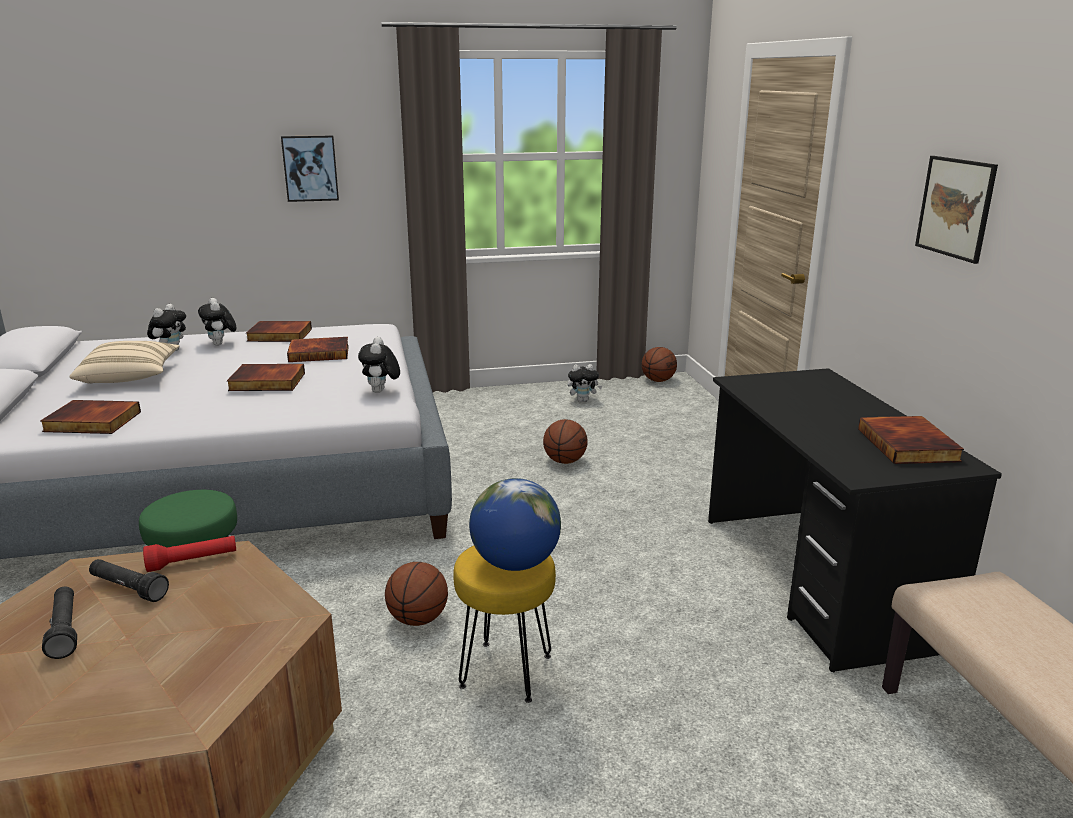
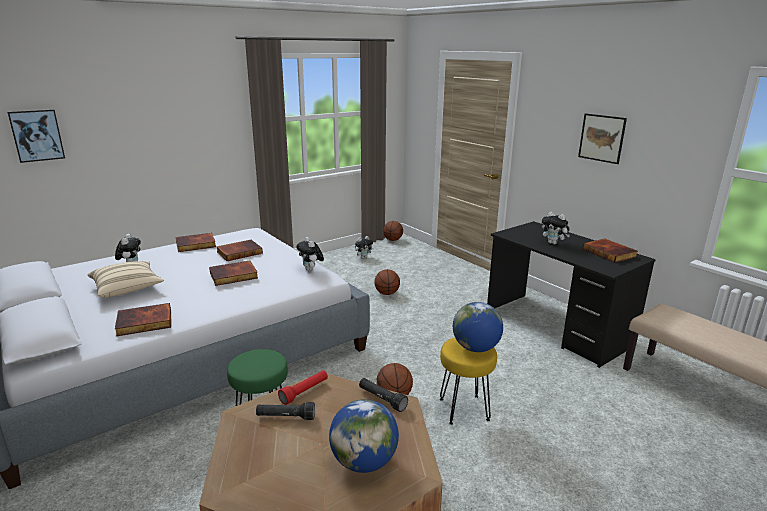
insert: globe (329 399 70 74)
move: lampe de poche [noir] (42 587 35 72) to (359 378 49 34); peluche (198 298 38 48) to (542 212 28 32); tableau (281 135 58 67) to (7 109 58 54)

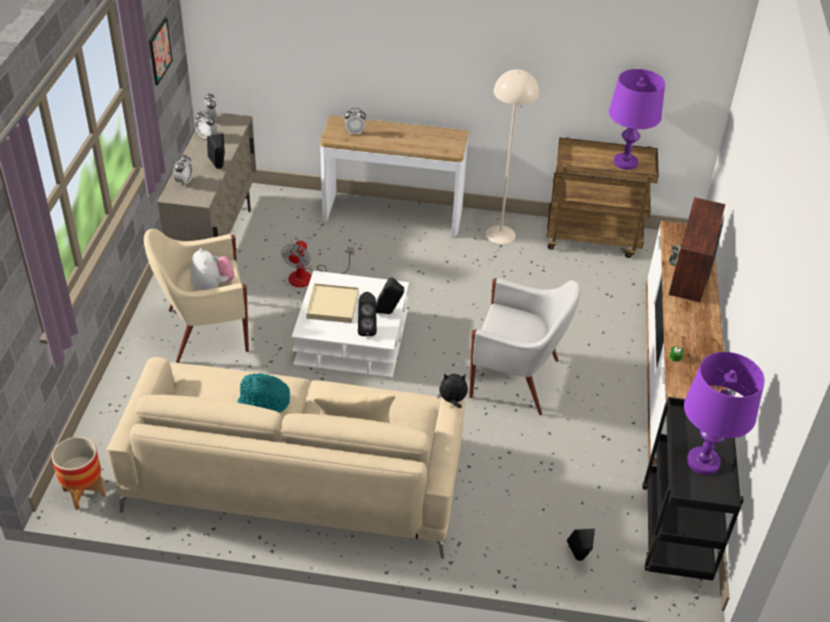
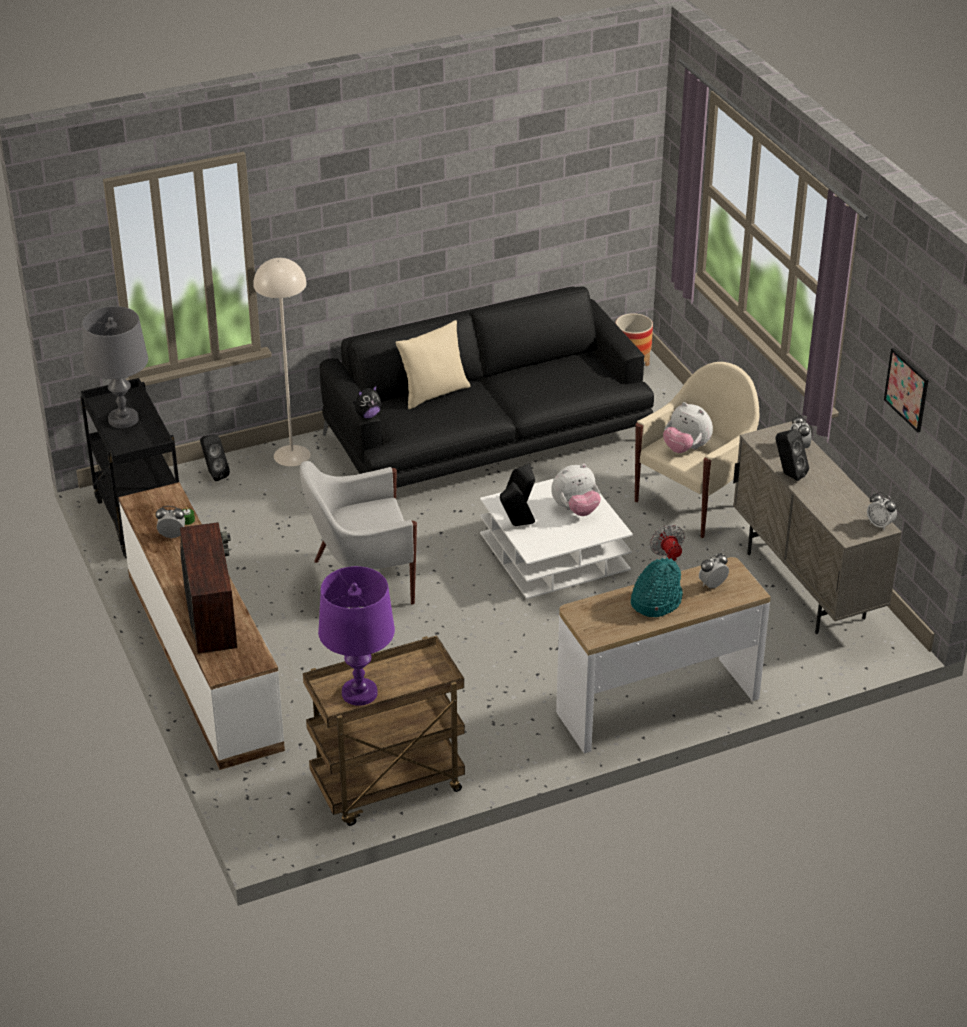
move: réveil (195 111 22 27) to (156 506 29 33); chapeau [turquoise] (237 373 53 40) to (631 558 52 59); lampadaire [beige] (485 69 54 175) to (253 258 58 208)
replace: plateau [beige] (306 283 53 40) to peluche (551 464 50 52)
recolor: canapé [beige] (107 357 358 202) to canapé [noir] (319 286 335 202); lampe de table [violet] (684 352 81 123) to lampe de table [gris] (82 306 66 122)

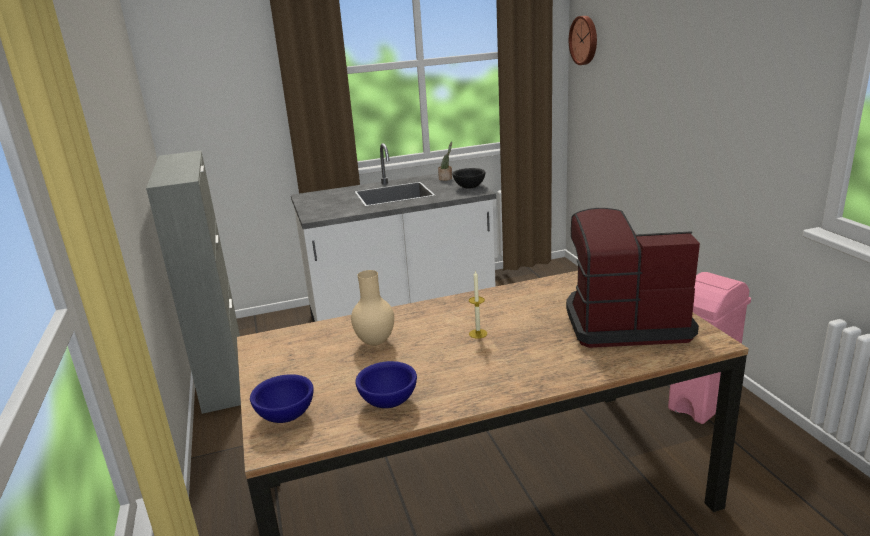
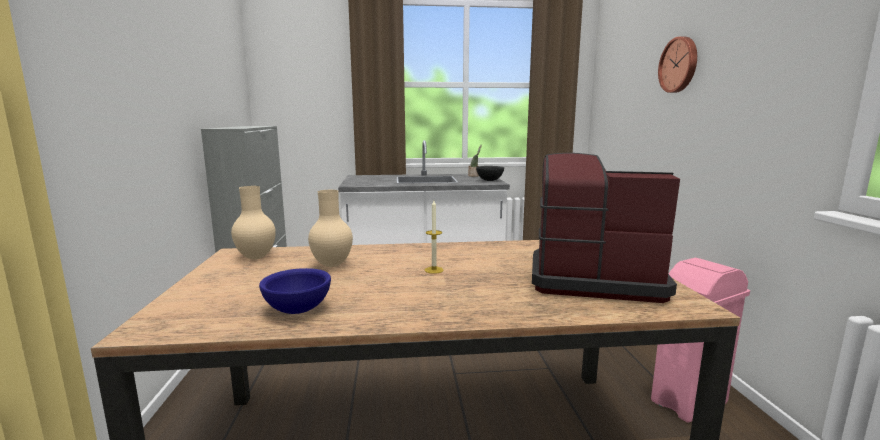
delete: bol [bleu] (250 374 63 49)
insert: vase [beige] (231 186 45 73)
move: horloge murale (569 16 28 49) to (658 37 39 56)

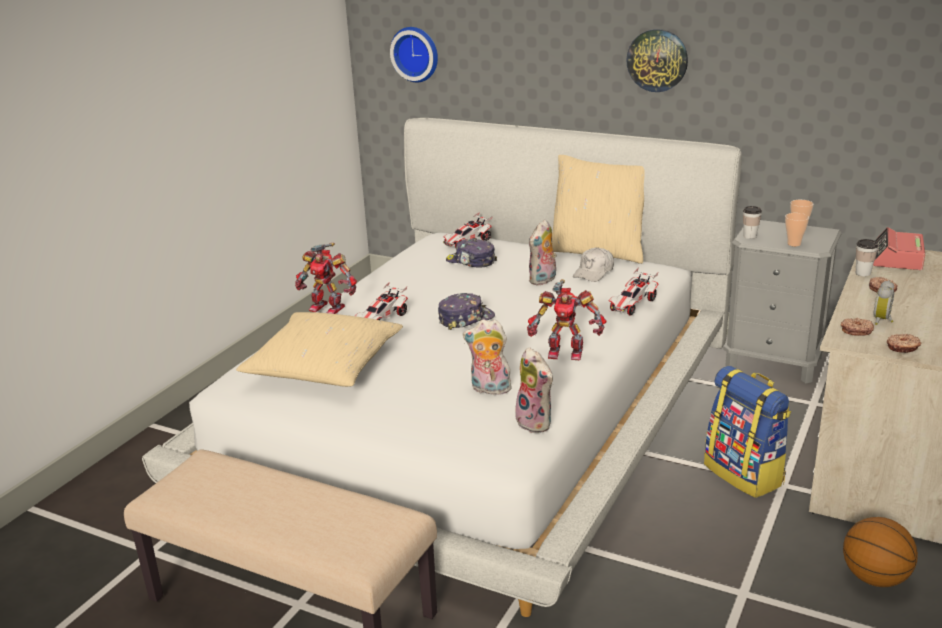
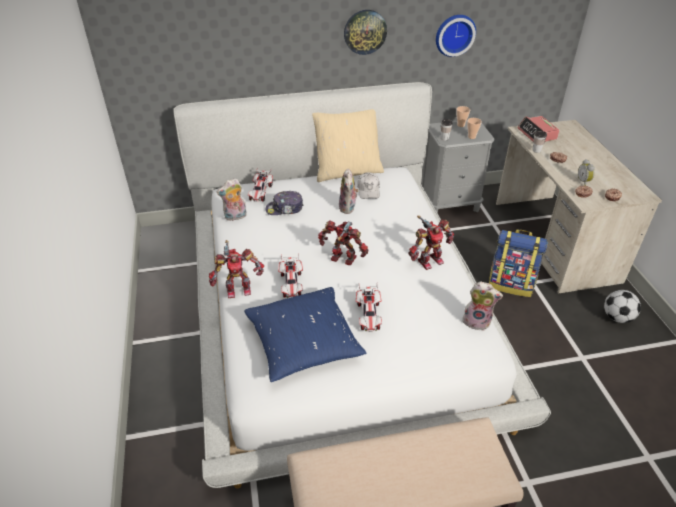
move: horloge murale (390 27 48 55) to (436 15 40 42); peluche (463 319 49 76) to (217 178 30 43); petite voiture (609 267 50 48) to (356 285 26 47)
replace: casquette (438 293 57 37) to robot jouet (318 220 50 45); ballon de basket (843 517 75 70) to ballon de foot (604 290 37 33)
recolor: coussin [beige] (236 312 167 75) to coussin [bleu] (244 287 123 95)

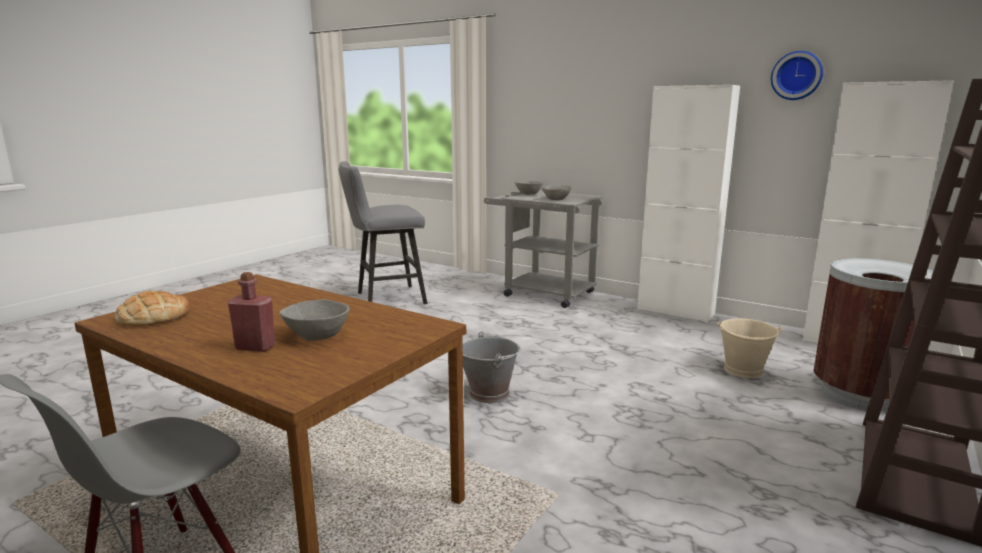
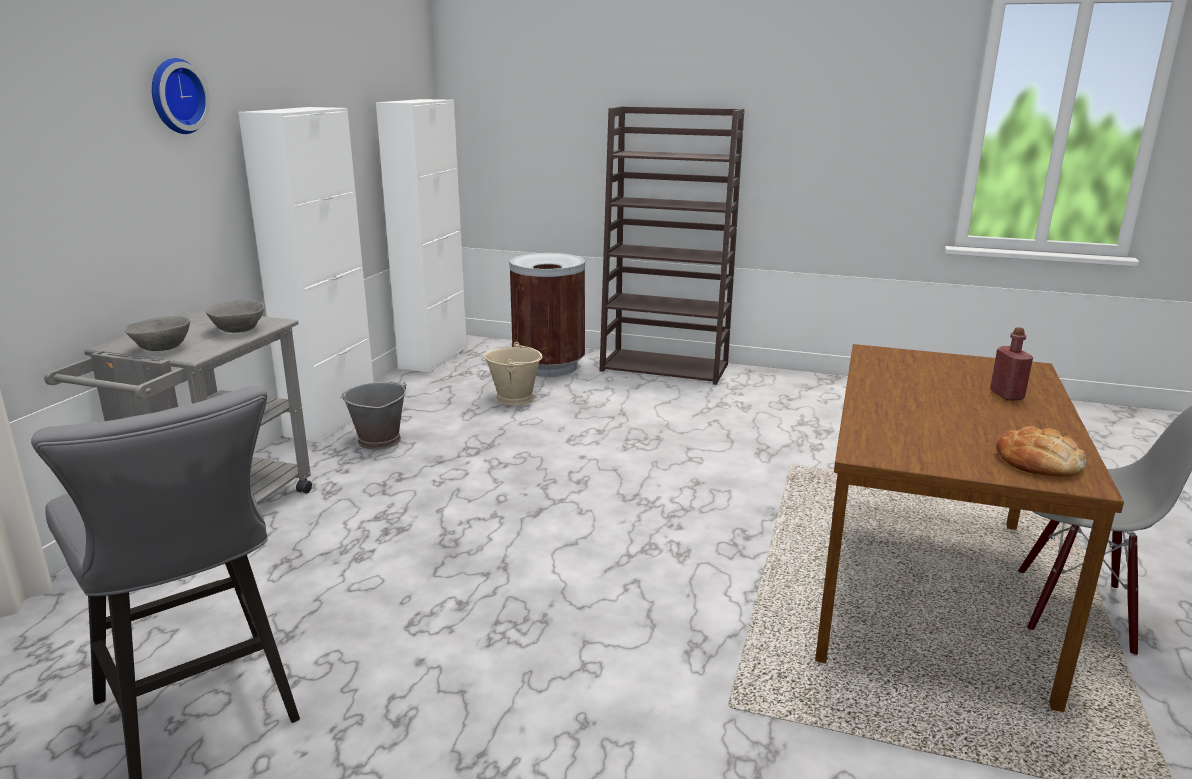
delete: bol [gris] (280 300 69 41)
move: seau [gris] (463 331 58 72) to (340 382 67 68); horloge murale (771 51 52 49) to (152 58 58 76)

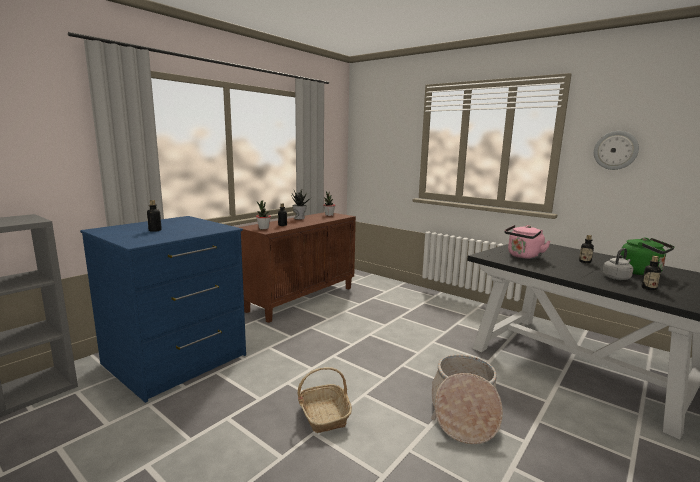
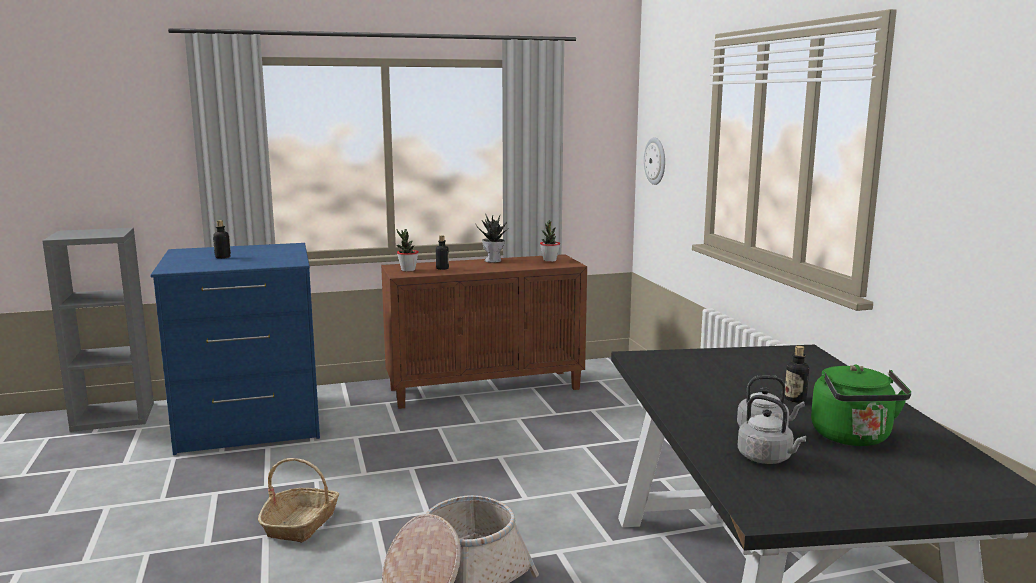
delete: bouilloire [rose] (504 225 47 34)
move: horloge murale (594 131 45 39) to (644 137 21 48)
replace: bouteille (641 256 20 34) to bouilloire [gris] (738 395 69 69)

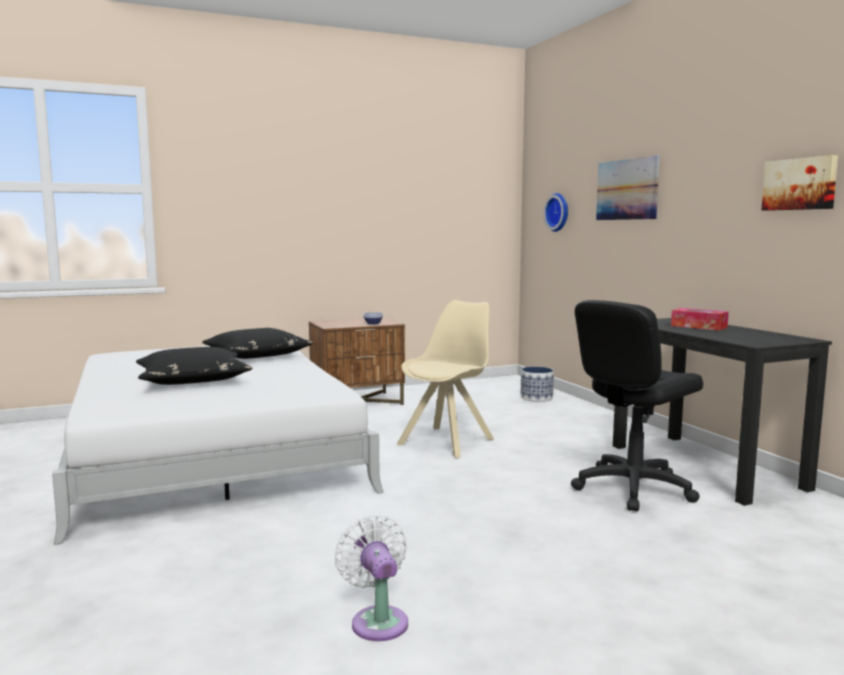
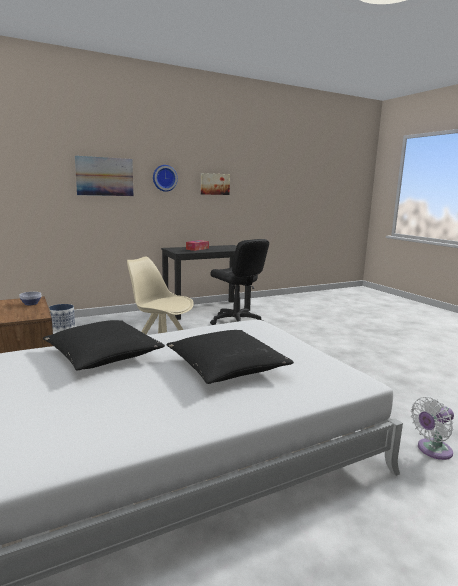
move: ventilateur [blanc] (335 515 73 126) to (411 397 43 63); horloge murale (544 193 24 39) to (153 165 25 27)

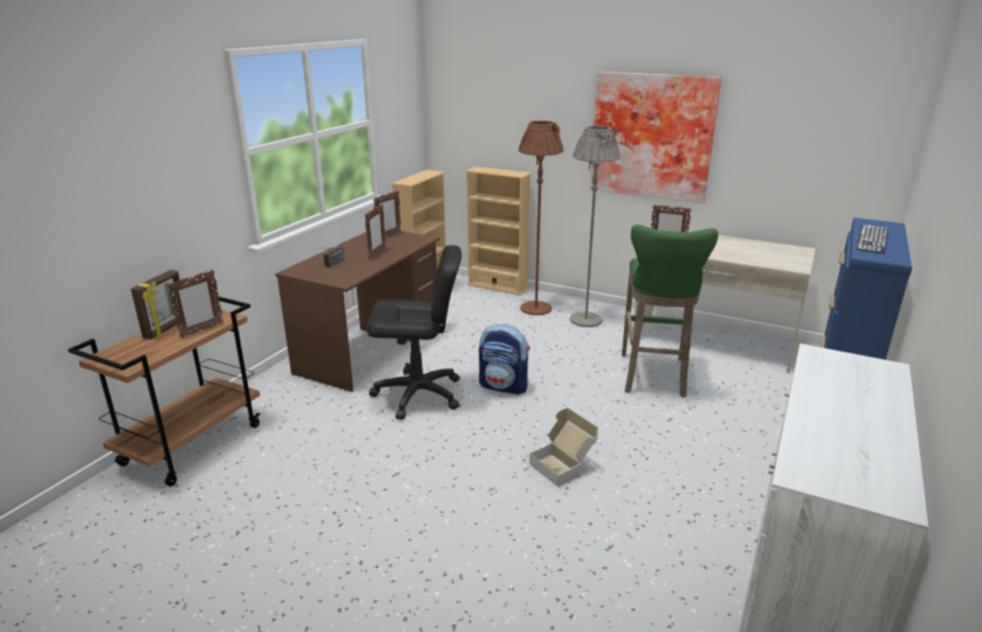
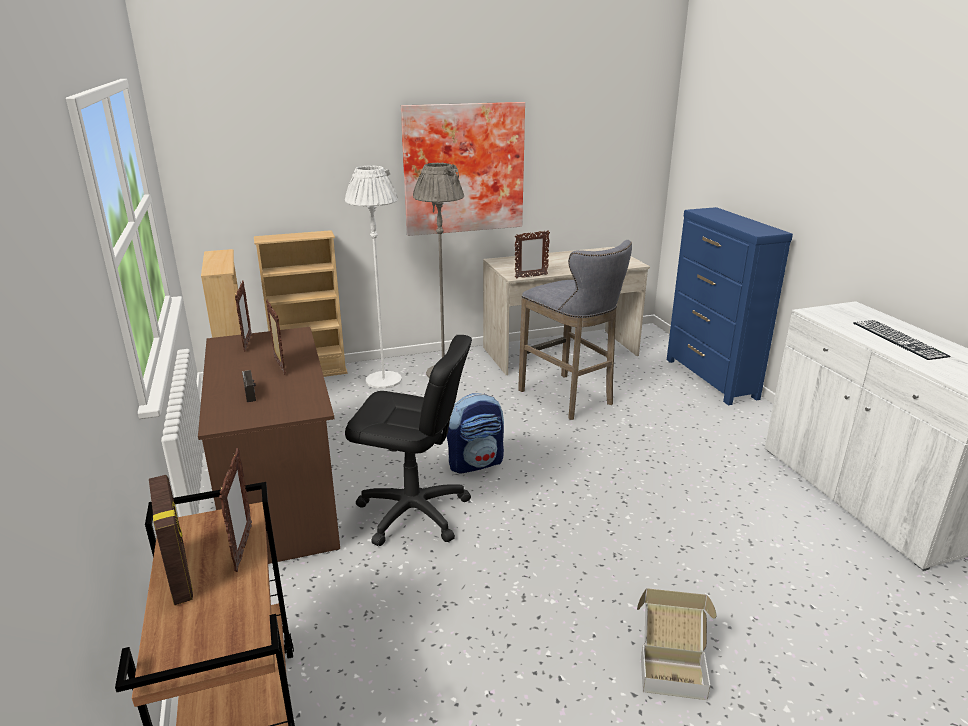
move: carton (530 408 68 79) to (637 588 80 112); clavier (856 225 32 29) to (853 320 98 40)
recolor: lampadaire [marron] (518 121 46 194) to lampadaire [blanc] (345 166 57 223); tabouret [vert] (622 225 96 173) to tabouret [gris] (518 240 114 180)
rotate: chaise de bureau [noir] (367 245 95 175) = (345 335 127 211) 60 degrees clockwise

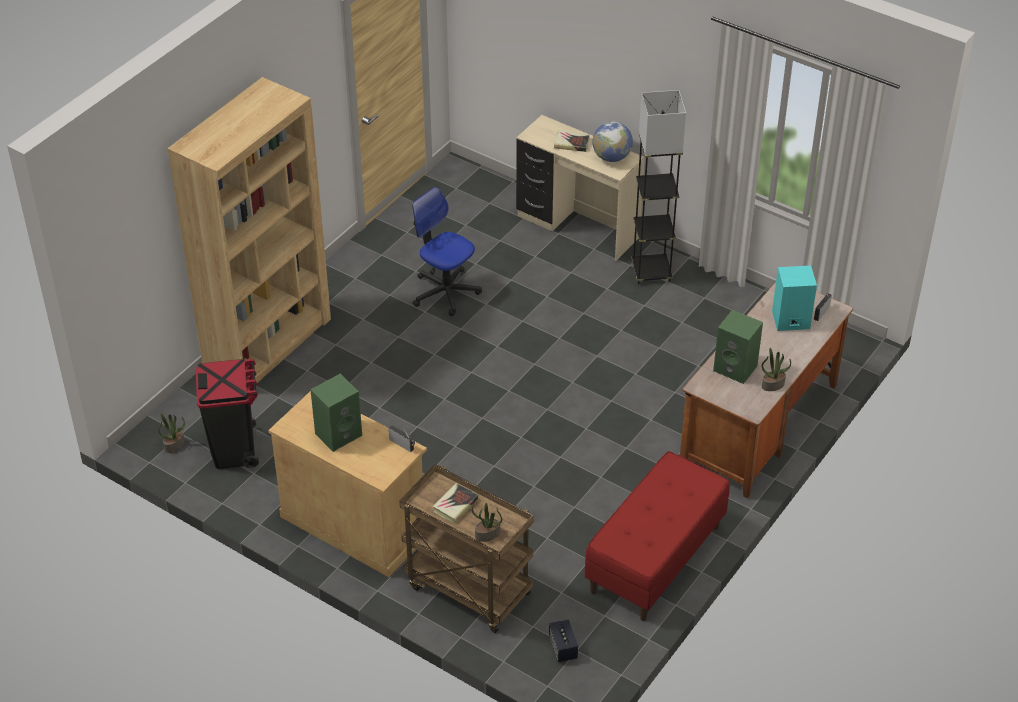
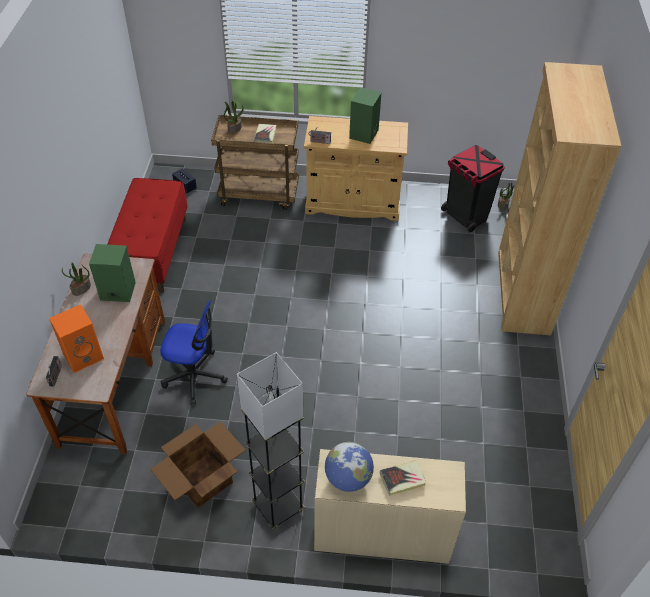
insert: carton (150 422 96 86)
move: chaise de bureau (412 187 70 129) to (160 300 68 105)
recolor: enceinte [turquoise] (772 266 45 65) to enceinte [orange] (49 304 55 69)

